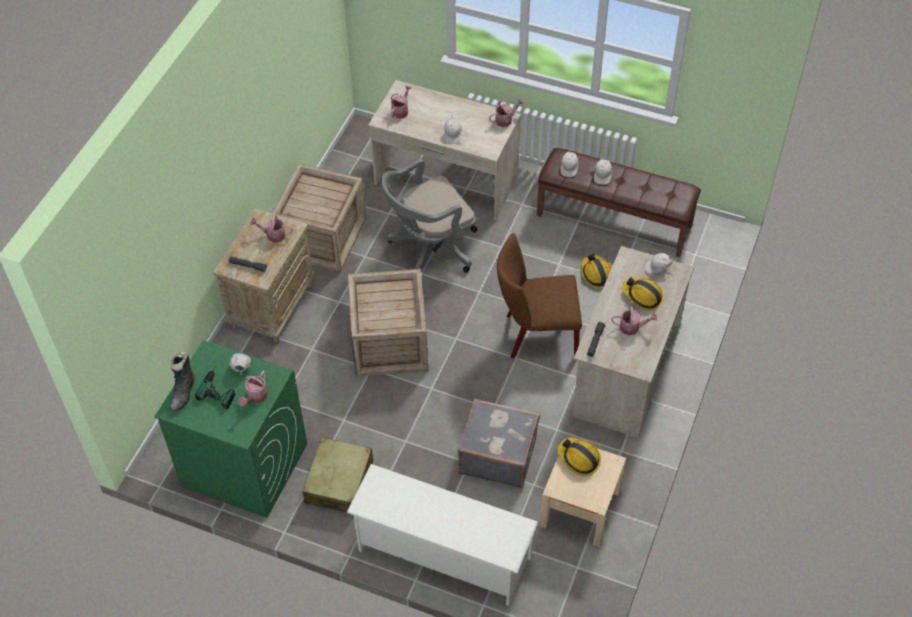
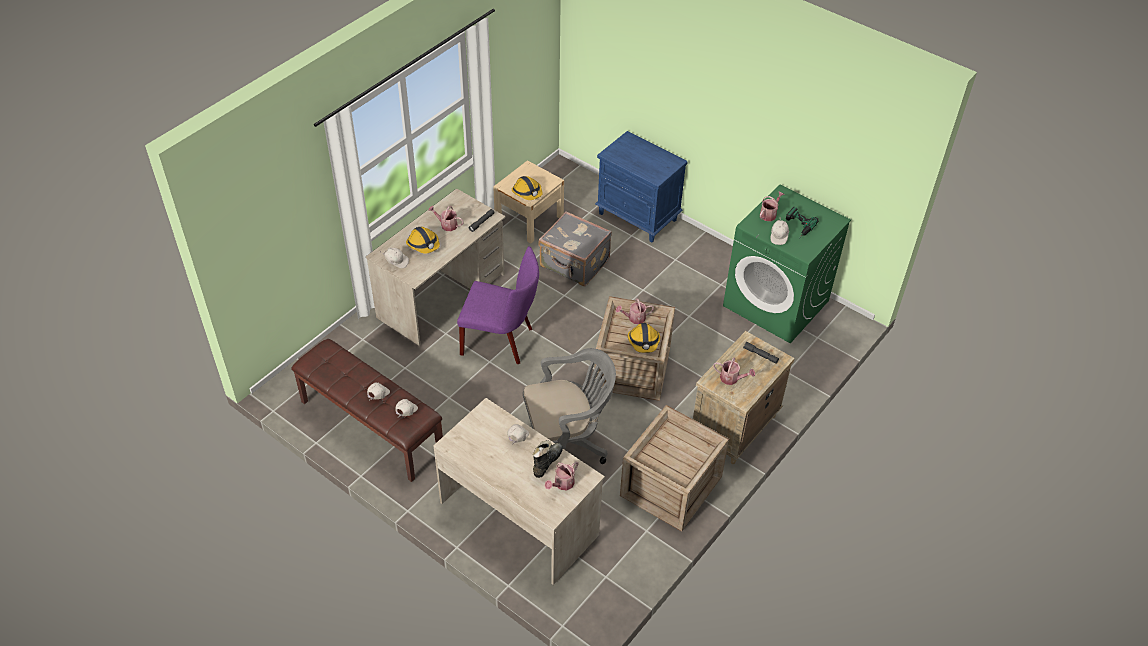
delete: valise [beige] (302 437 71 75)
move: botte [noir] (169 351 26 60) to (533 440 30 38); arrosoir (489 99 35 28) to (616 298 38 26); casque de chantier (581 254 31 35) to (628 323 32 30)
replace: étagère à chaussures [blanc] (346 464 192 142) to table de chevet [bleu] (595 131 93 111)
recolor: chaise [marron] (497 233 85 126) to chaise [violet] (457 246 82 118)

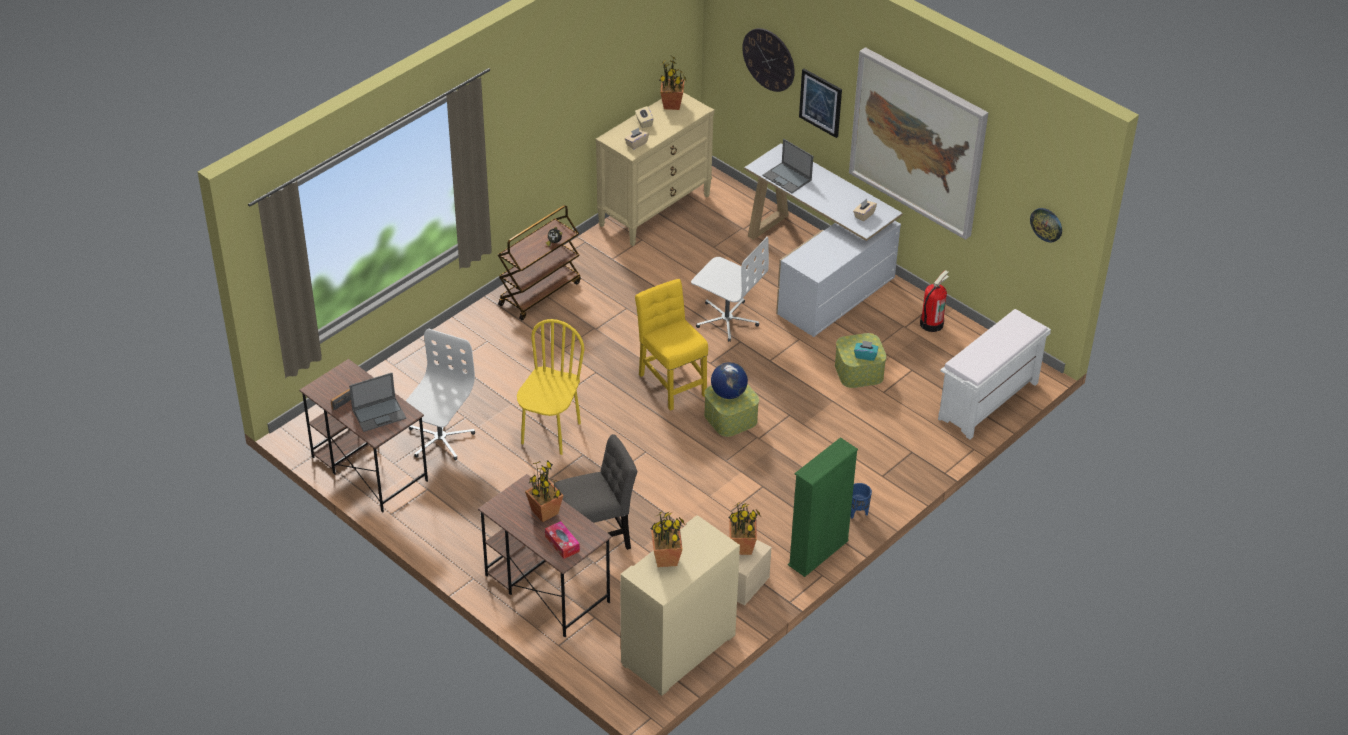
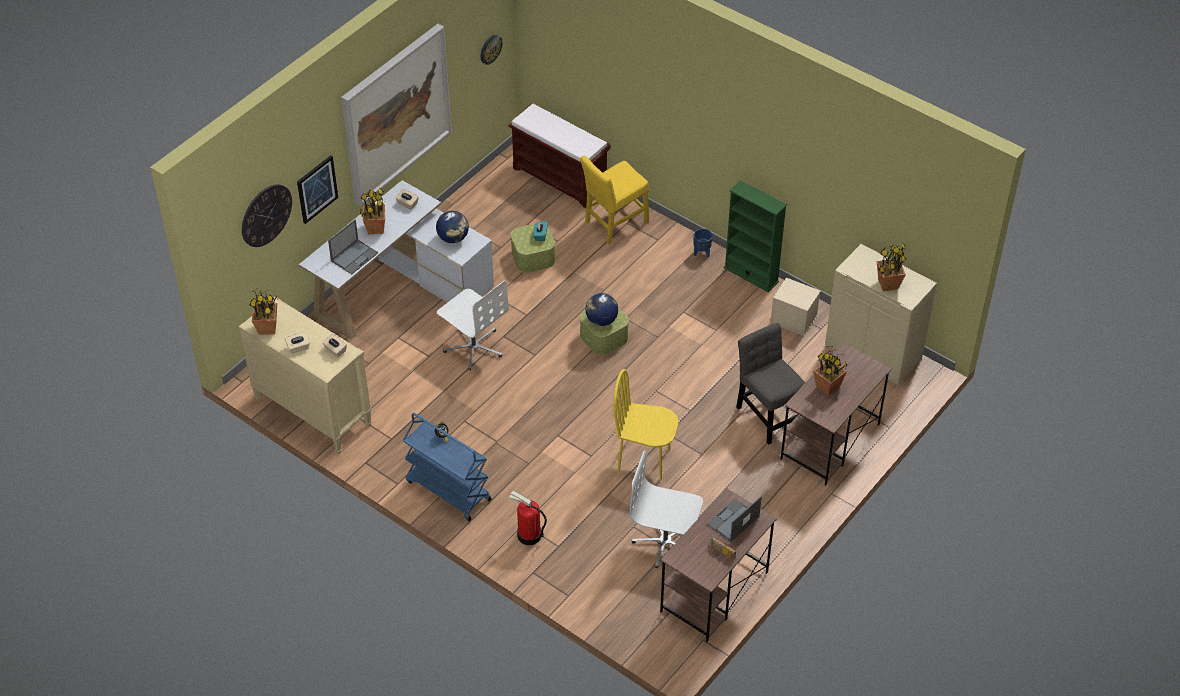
delete: boîte à mouchoirs (545 521 35 38)
insert: globe (436 211 33 32)
move: chaise [jaune] (635 279 73 132) to (580 156 69 89); plante en pot (729 502 31 53) to (360 188 25 46); extincteur (920 270 29 62) to (509 491 38 54)
recolor: chariot [marron] (498 205 83 115) to chariot [bleu] (403 413 89 108); banc [blanc] (938 309 113 130) to banc [marron] (508 103 103 105)
rotate: ordinateur portable (349 373 57 59) = (707 496 55 46) 105 degrees counterclockwise; chaise de bureau [blanc] (691 237 78 105) = (437 281 72 89) 105 degrees clockwise

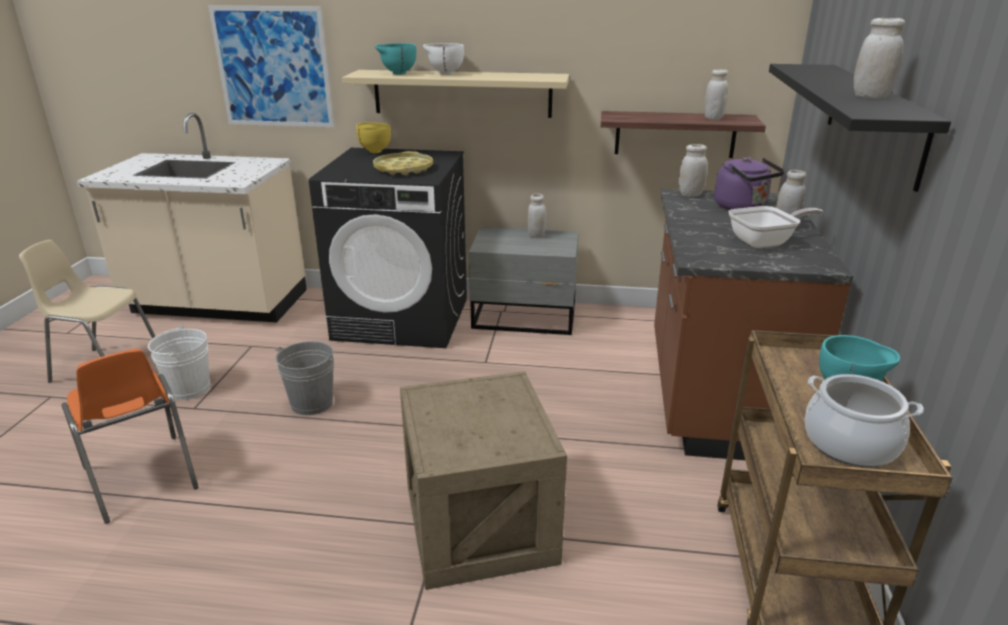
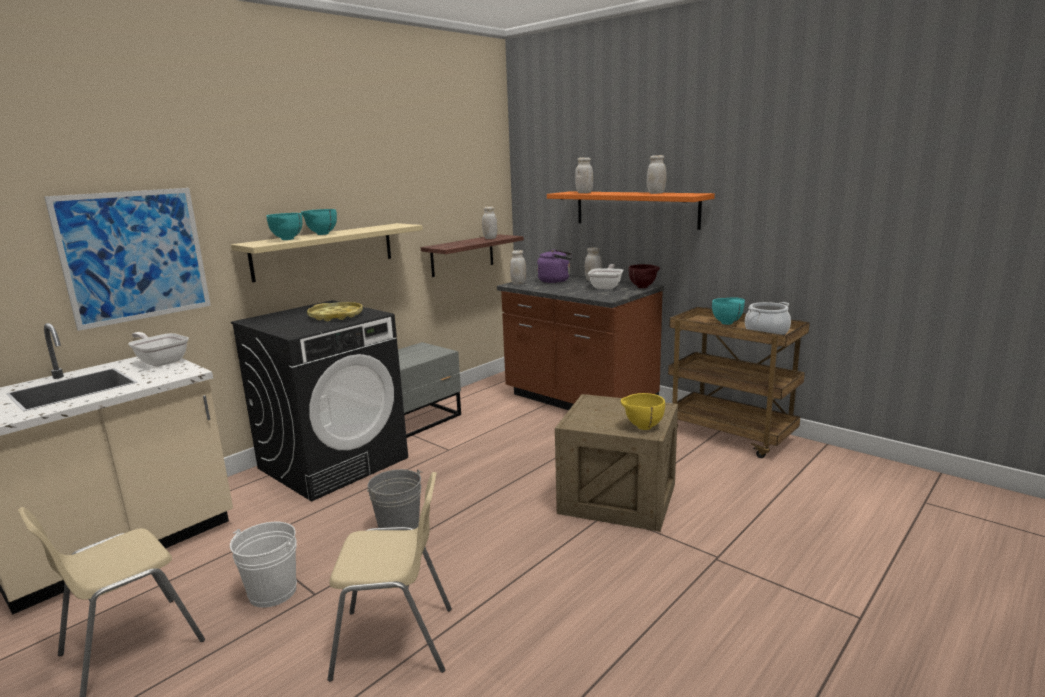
insert: poêle (128 332 61 35); bol [marron] (629 264 31 24)
move: bol [jaune] (356 122 35 31) to (621 393 44 37); bocal [blanc] (527 193 20 45) to (575 158 18 35)
recolor: chaise [orange] (62 349 136 175) to chaise [beige] (328 472 124 210); bol [blanc] (423 43 41 32) to bol [turquoise] (301 209 36 26); étagère [noir] (769 64 182 128) to étagère [orange] (547 191 168 39)

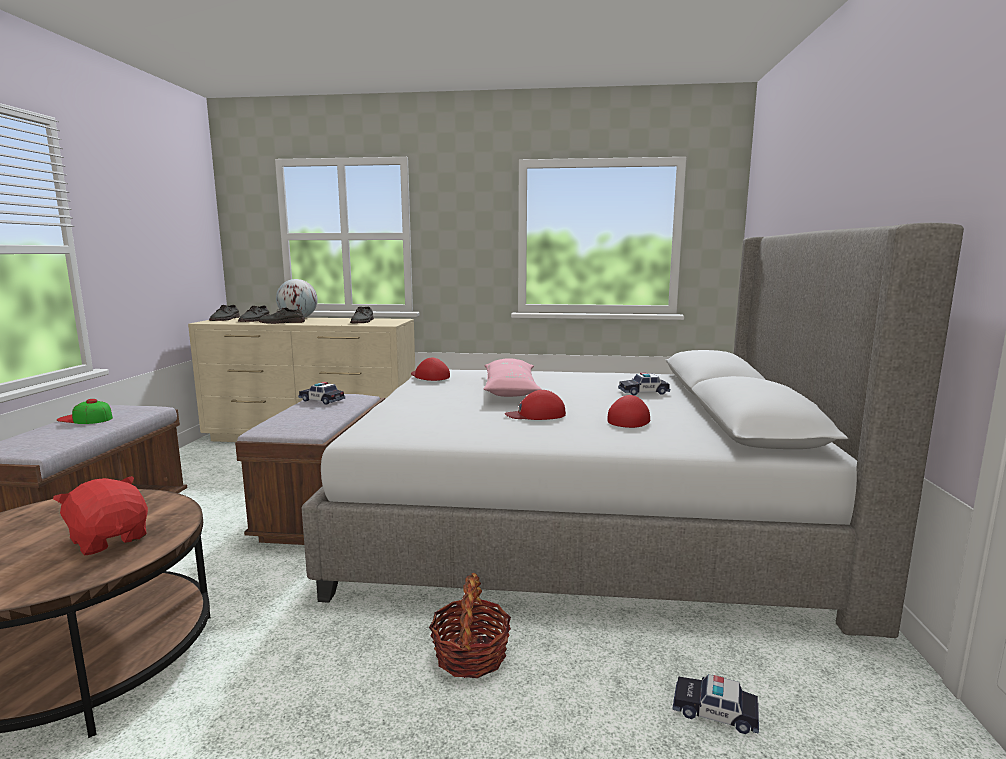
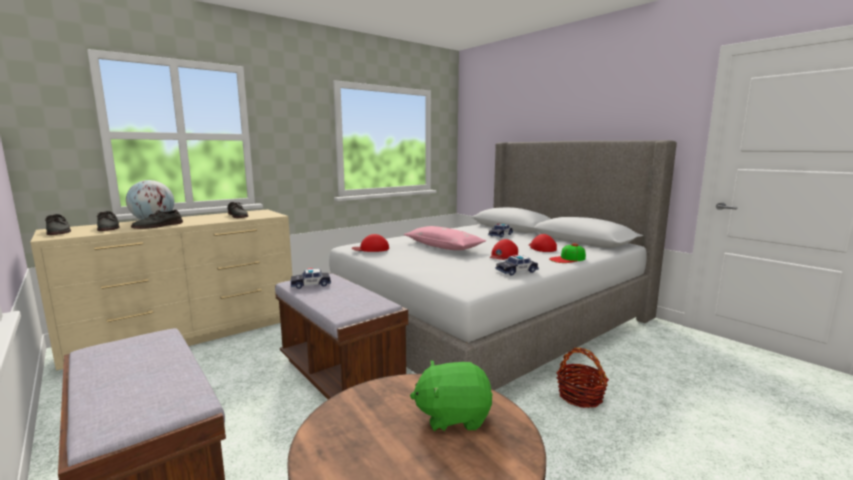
move: casquette (57 399 56 25) to (549 243 37 20); petite voiture (673 674 86 60) to (496 255 43 20)
recolor: peluche [rouge] (53 476 95 80) to peluche [vert] (410 360 83 71)

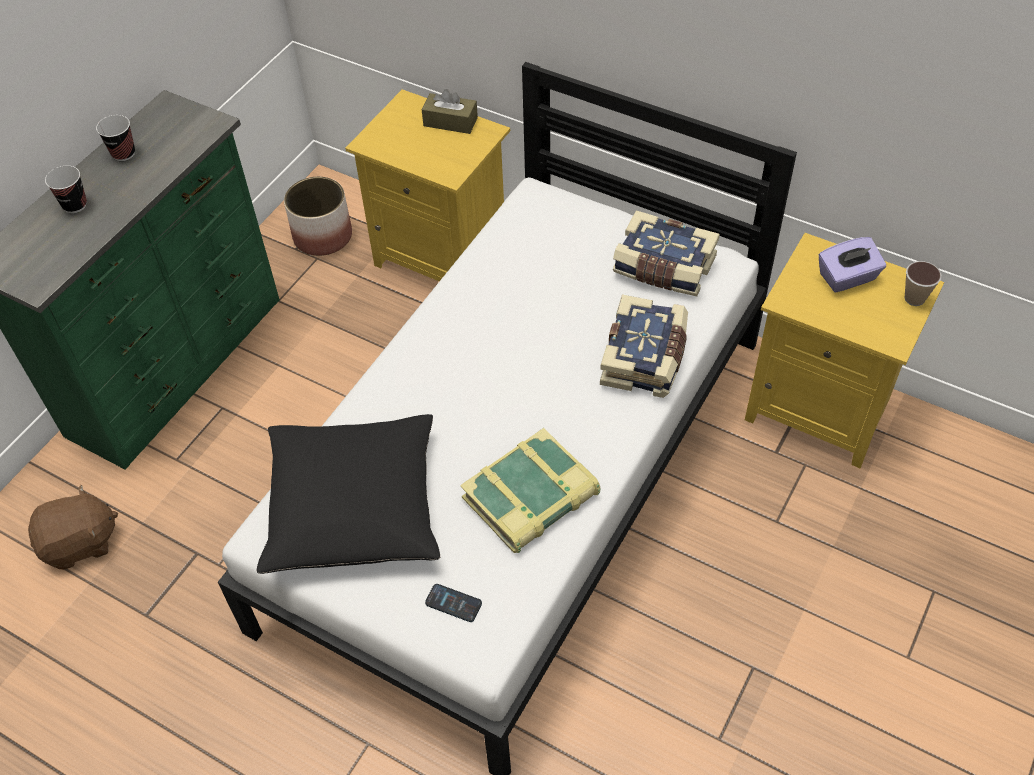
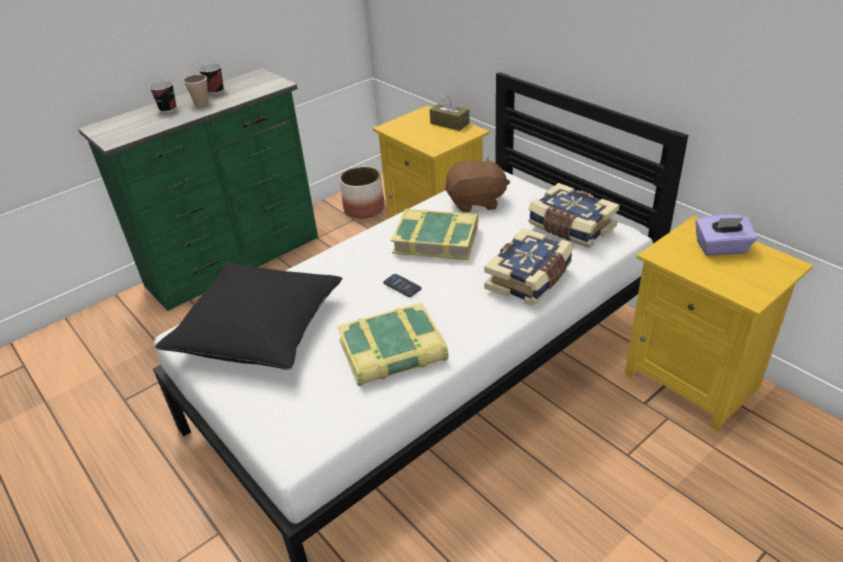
insert: livre (391 209 87 51)
move: peluche [marron] (28 485 90 85) to (445 157 65 55); téléphone (425 584 57 38) to (383 274 38 23); tasse (905 261 37 45) to (183 74 25 32)

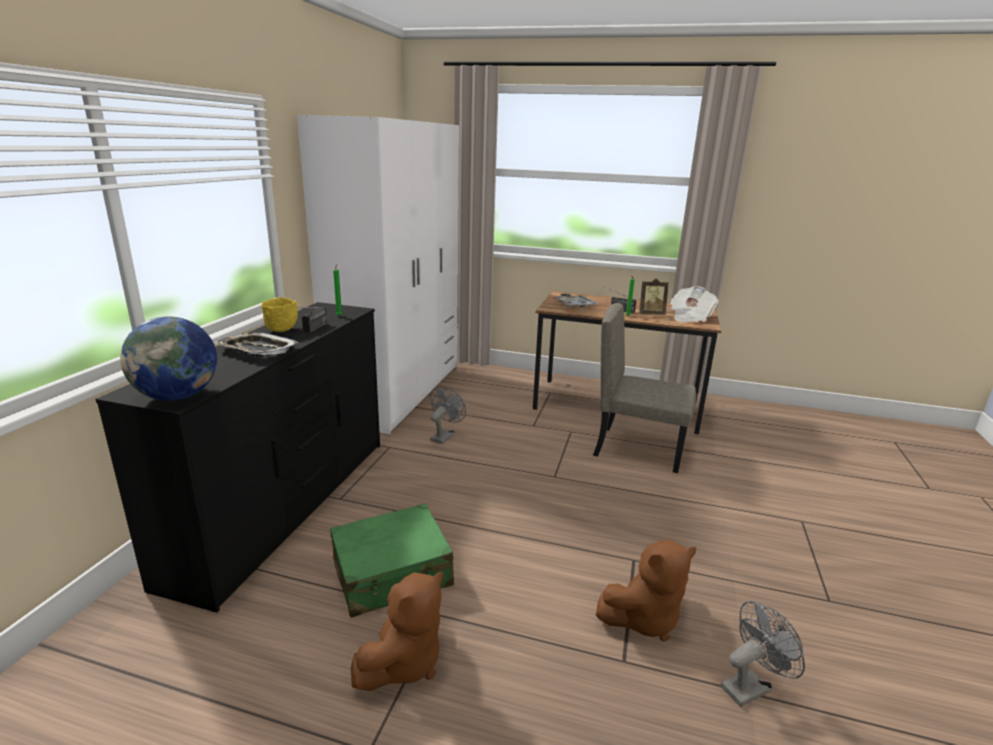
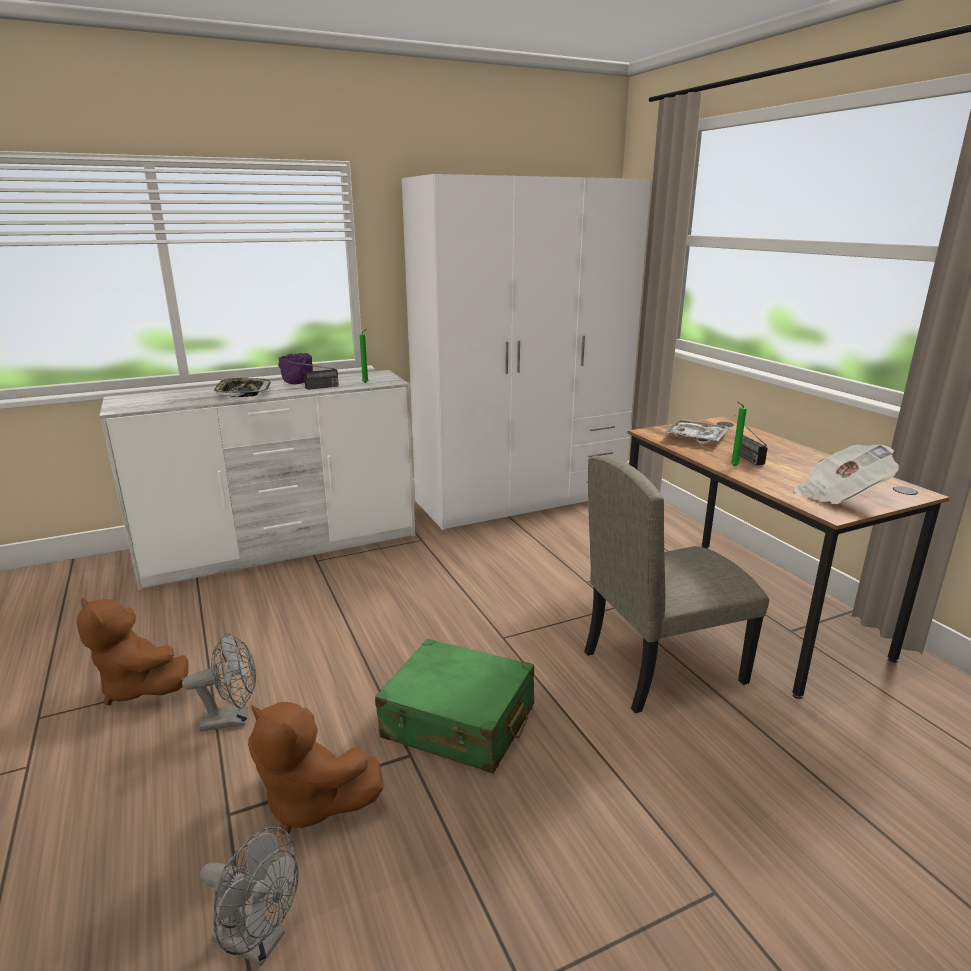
delete: globe (120 317 97 84); cadre photo (639 278 30 37)
move: valise [vert] (330 503 124 115) to (375 639 159 134); ventilateur [gris] (430 386 36 58) to (182 633 74 99)
recolor: commode [noir] (96 302 284 310) to commode [blanc] (99 370 316 220); bol [jaune] (261 297 37 35) to bol [violet] (278 353 35 32)
rotate: peluche [marron] (351 571 92 120) = (76 597 113 108) 45 degrees clockwise; chaise [beige] (593 303 103 170) = (584 456 185 257) 90 degrees counterclockwise

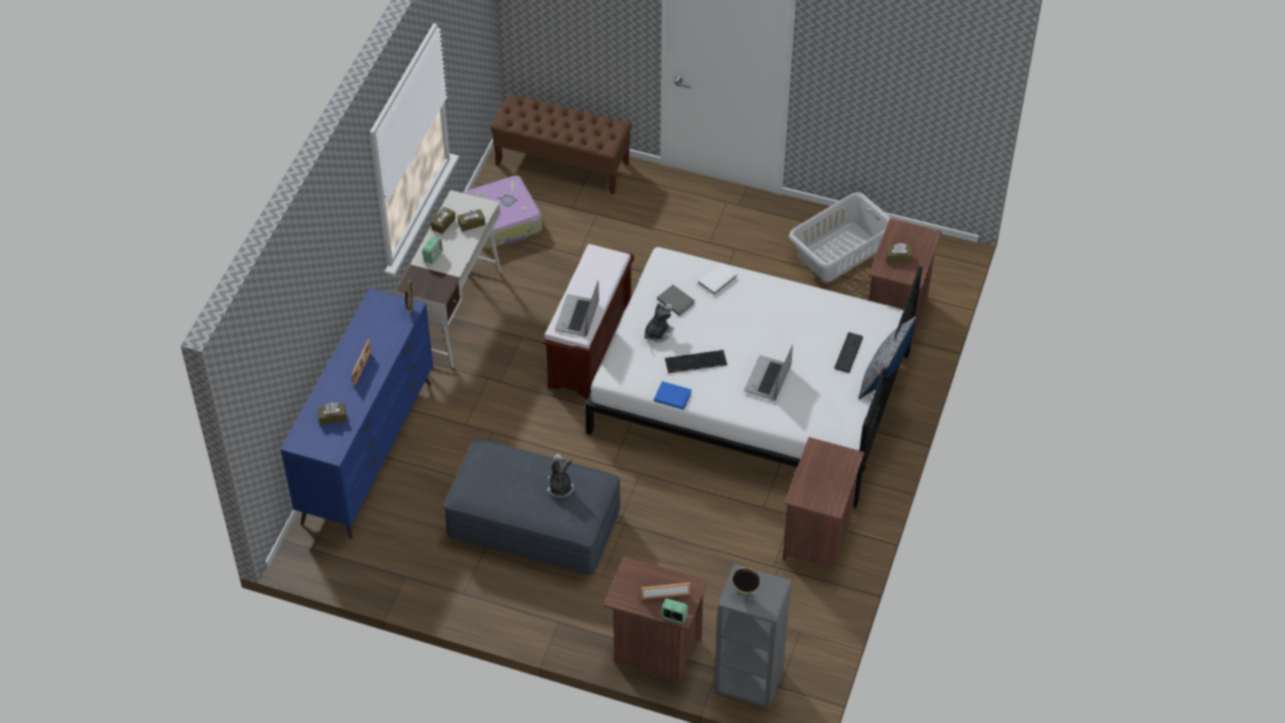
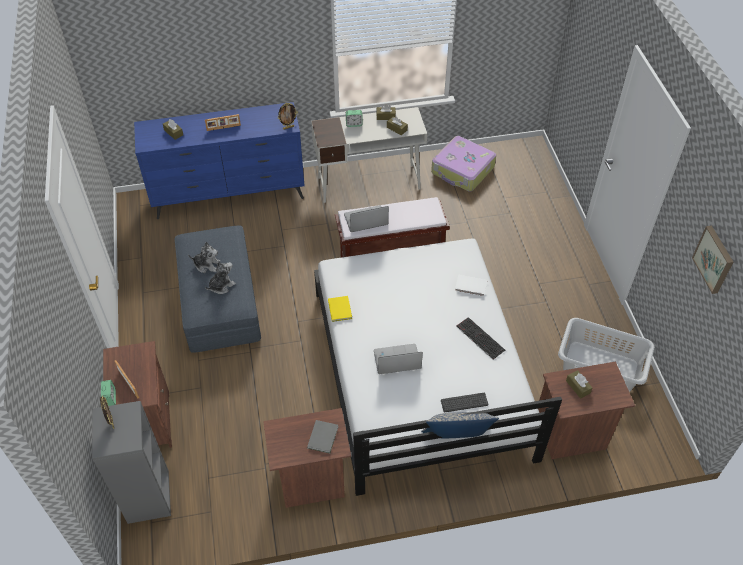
delete: banc [marron] (491 94 141 101)
insert: tableau (692 225 41 69)
move: peluche (644 303 30 40) to (188 242 32 31); livre [gris] (657 285 38 31) to (307 420 31 34); clavier (665 350 62 23) to (456 317 49 43)
recolor: livre [bleu] (654 381 38 29) to livre [jaune] (328 296 24 26)

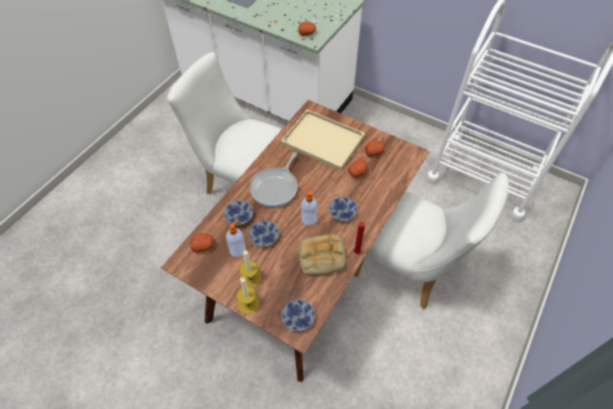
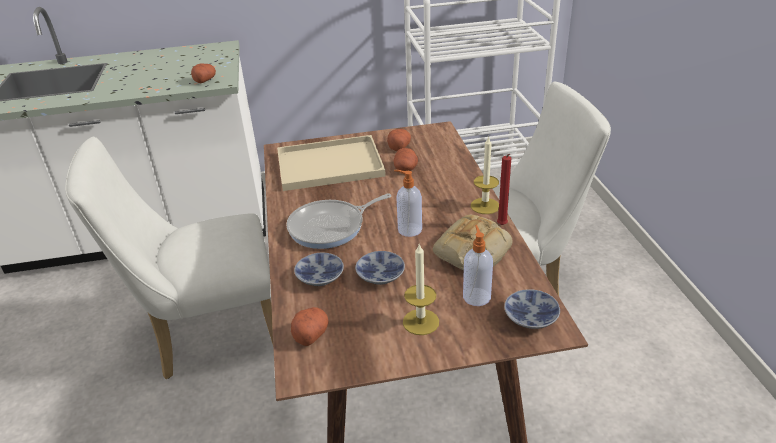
delete: bol (329 197 29 24)
move: distributeur de savon (226 219 20 38) to (463 225 30 81); bougie (237 277 22 37) to (471 136 28 78)
rotate: poêle (250 152 48 56) = (286 194 105 55) 75 degrees clockwise

